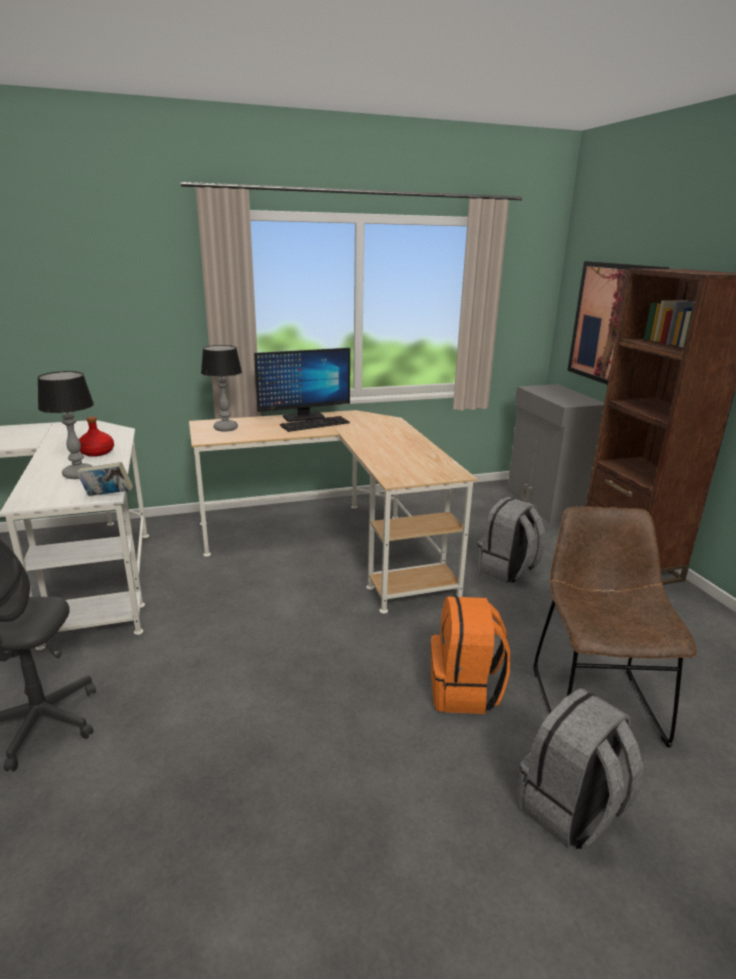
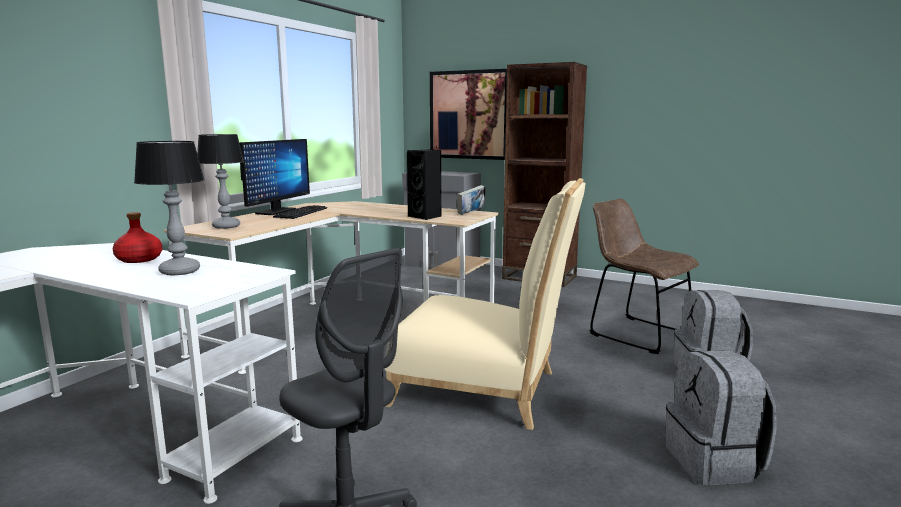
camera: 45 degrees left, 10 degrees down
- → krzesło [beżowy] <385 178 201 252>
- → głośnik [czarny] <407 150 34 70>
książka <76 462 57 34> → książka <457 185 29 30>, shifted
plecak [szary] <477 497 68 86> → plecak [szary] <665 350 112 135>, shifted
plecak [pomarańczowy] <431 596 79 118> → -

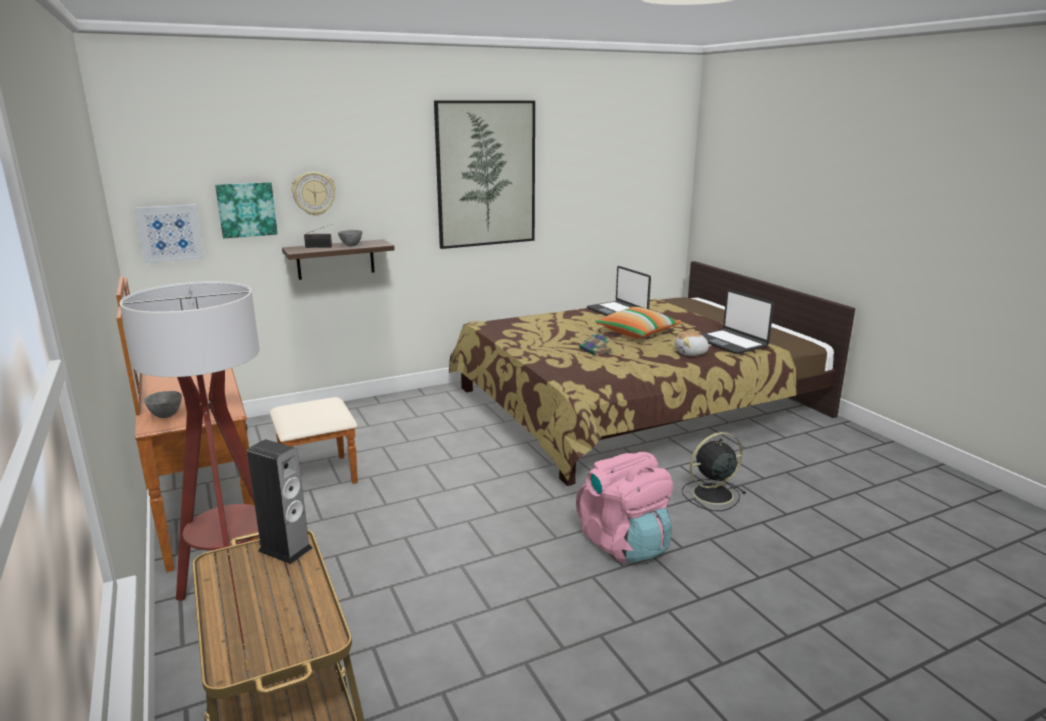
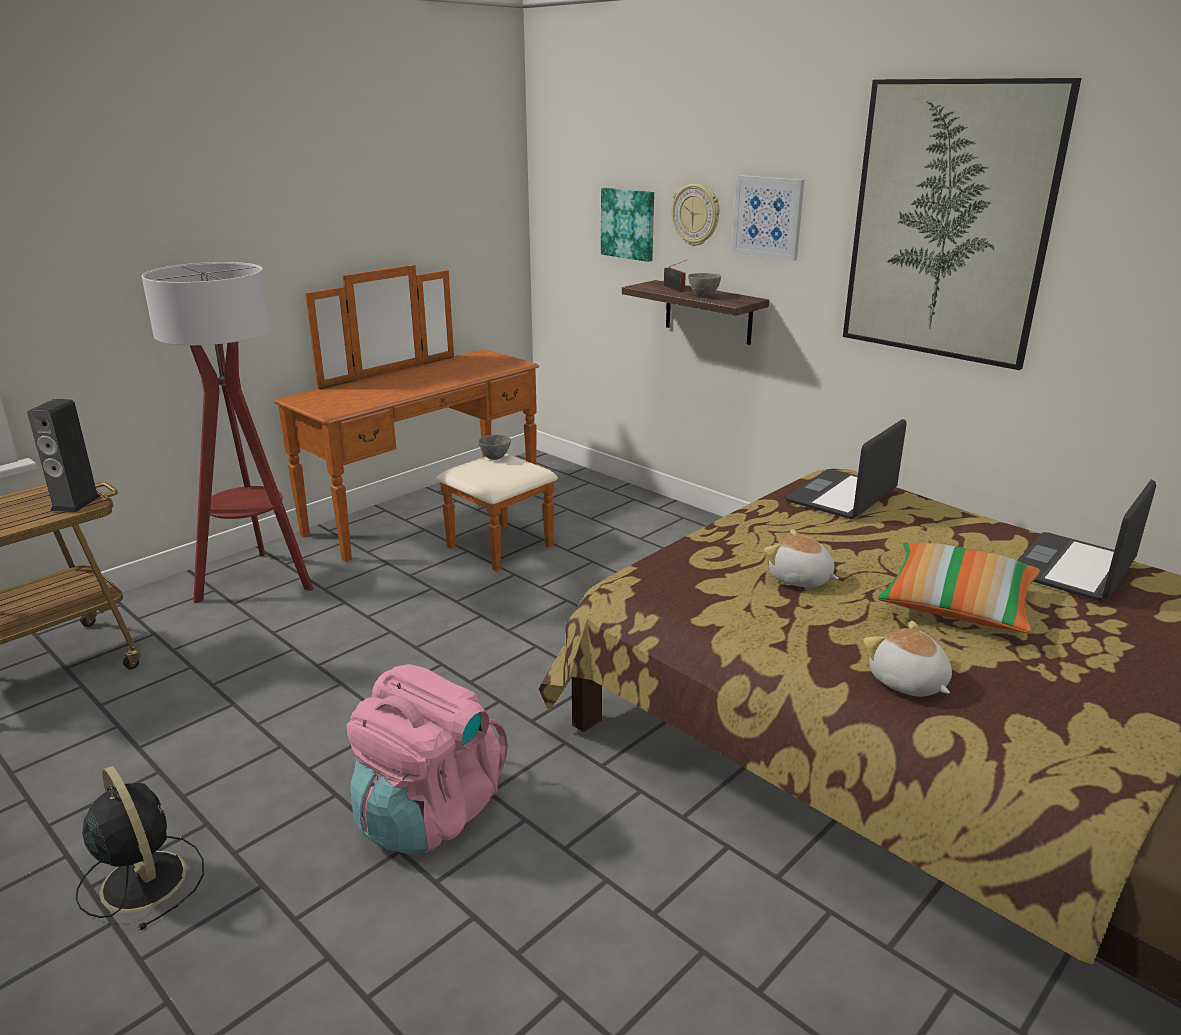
camera: 70 degrees right, 5 degrees up
wentylator [czarny] <682 432 64 79> → wentylator [czarny] <76 766 128 164>, shifted
miska [szary] <144 391 38 27> → miska [szary] <478 435 33 25>, shifted
obraz <135 204 69 60> → obraz <732 175 72 86>, shifted
książka <579 332 33 24> → pluszak <764 529 75 58>
laptop <701 290 73 64> → laptop <786 419 121 100>, shifted

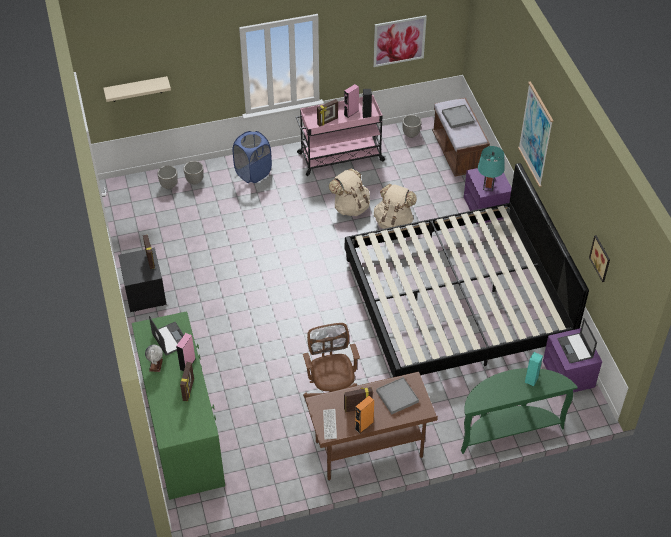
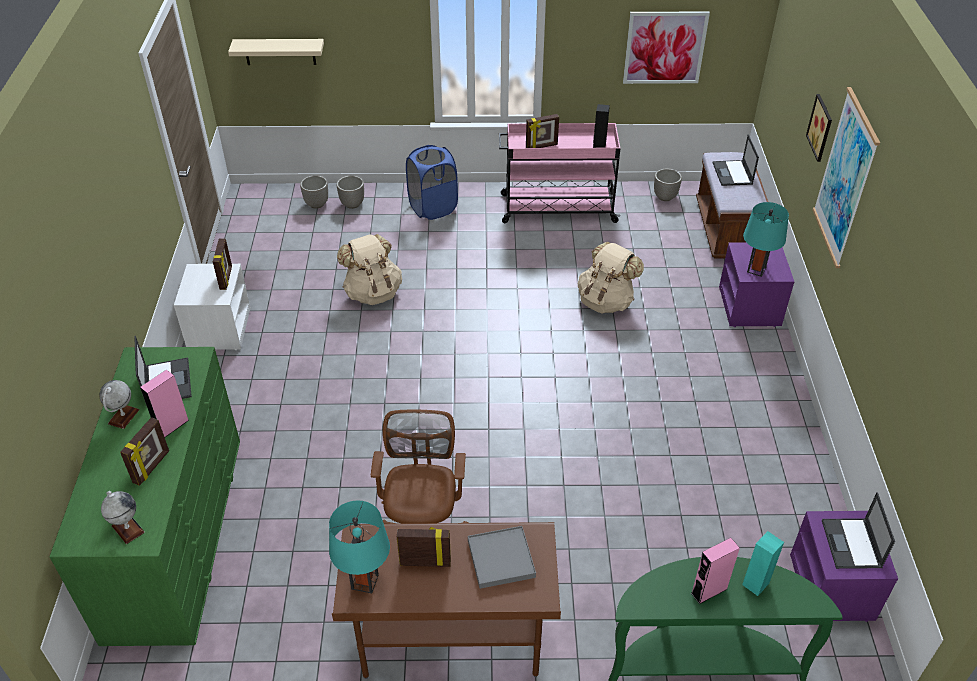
camera: 15 degrees right, 5 degrees down
- → globus <101 491 44 53>
szafka nocna [czarny] <118 248 49 64> → szafka nocna [biały] <174 264 77 86>
klawiatura <323 409 14 31> → lampa stołowa [turkusowy] <329 500 61 93>
plecak [beżowy] <329 169 41 47> → plecak [beżowy] <337 234 65 71>, shifted
głośnik [różowy] <344 84 15 34> → głośnik [różowy] <691 538 49 66>, shifted
taca [szary] <442 105 33 24> → laptop <713 134 46 52>
obraz <589 235 21 47> → obraz <806 94 26 68>, shifted
łóżko <345 163 244 214> → -
głośnik [pomarańczowy] <355 396 19 37> → -

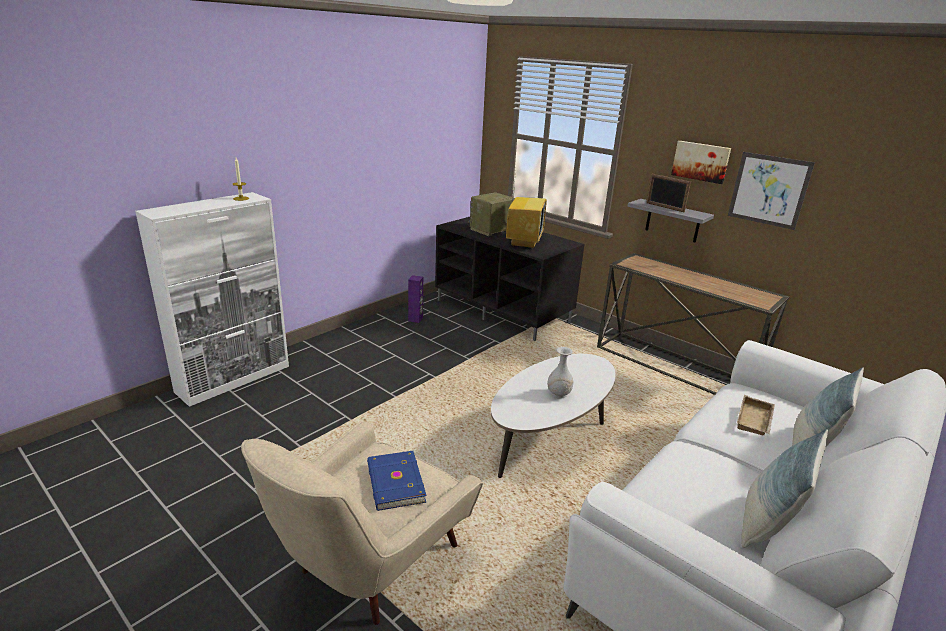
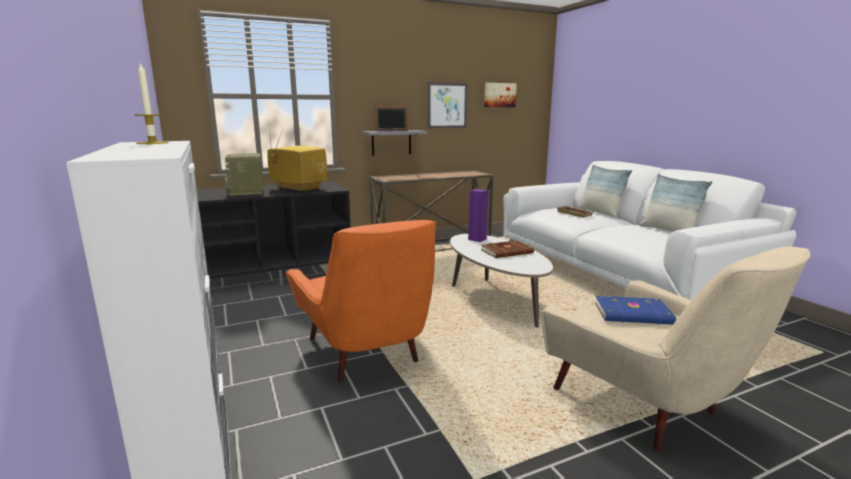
camera: 65 degrees left, 10 degrees down
- → fotel [pomarańczowy] <286 220 150 162>
głośnik [fioletowy] <408 275 15 48> → głośnik [fioletowy] <468 189 20 53>, shifted
wazon [biały] <547 347 27 52> → książka [brązowy] <481 240 53 18>
obraz <671 141 60 43> → obraz <484 83 33 24>, shifted

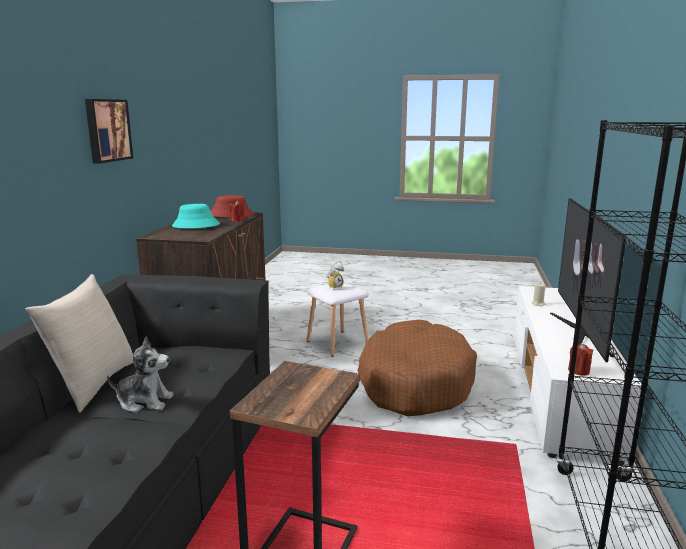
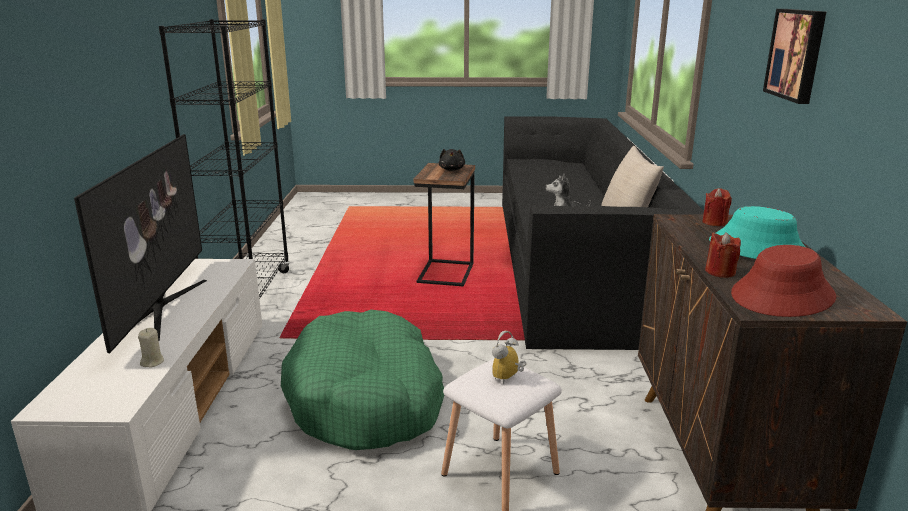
camera: 170 degrees right, 5 degrees up
legowisko [brązowy] <358 320 119 96> → legowisko [zielony] <281 310 163 140>
- → pluszak [czarny] <439 149 26 22>
świeca [czerwony] <568 344 26 32> → świeca [czerwony] <702 188 30 38>, shifted

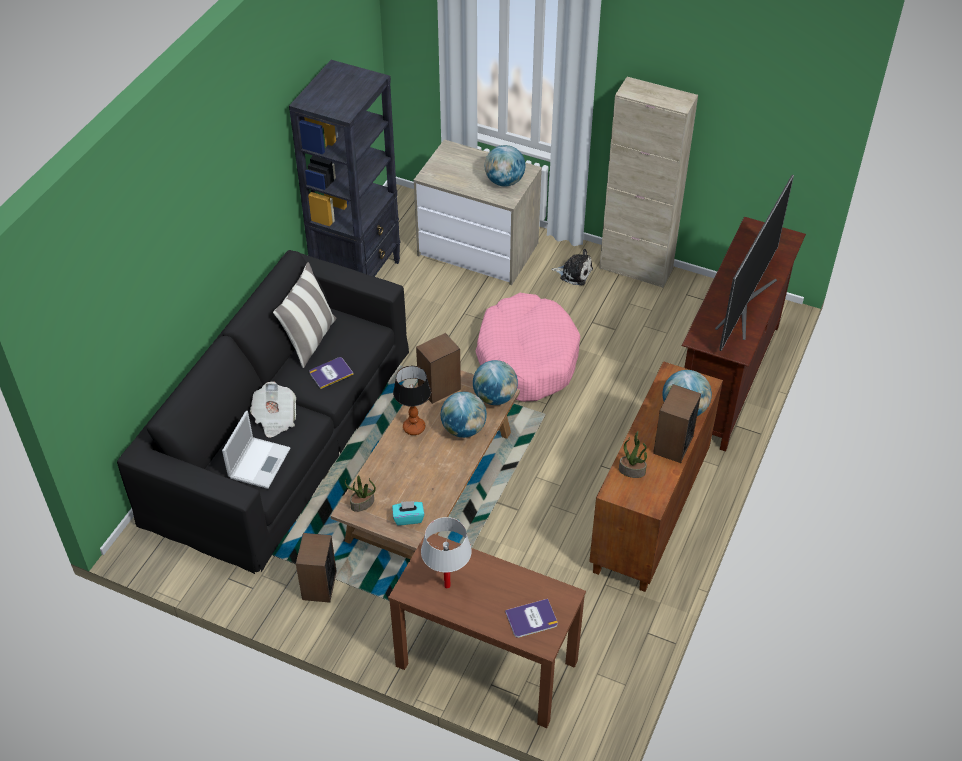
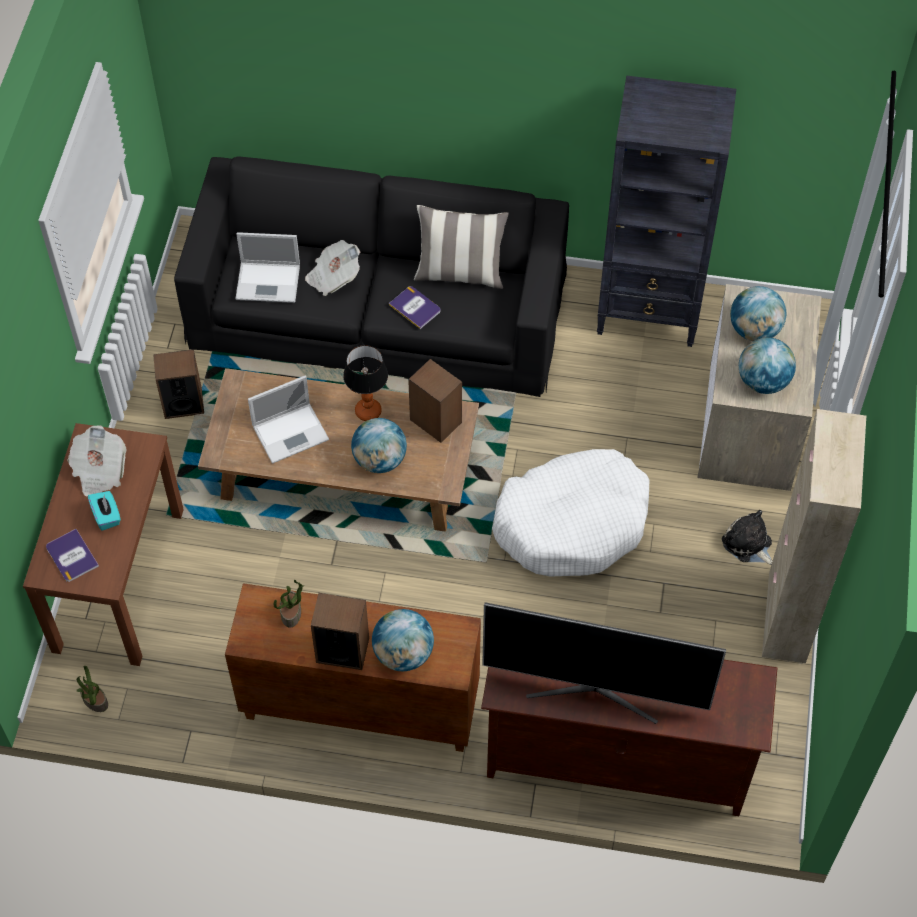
camera: 75 degrees right, 10 degrees up
lampa stołowa [biały] <421 517 51 72> → gazeta <68 425 58 72>
roślina doniczkowa <345 475 31 37> → roślina doniczkowa <76 666 32 46>, shifted
pudełko chusteczek [turkusowy] <392 501 32 24> → pudełko chusteczek [turkusowy] <88 491 33 40>, shifted
- → laptop <248 375 81 89>
legowisko [różowy] <476 293 104 109> → legowisko [biały] <492 449 157 128>
pluszak <551 249 42 36> → pluszak <722 510 51 55>, 135 degrees clockwise
globus <473 360 45 45> → globus <730 286 56 55>, shifted

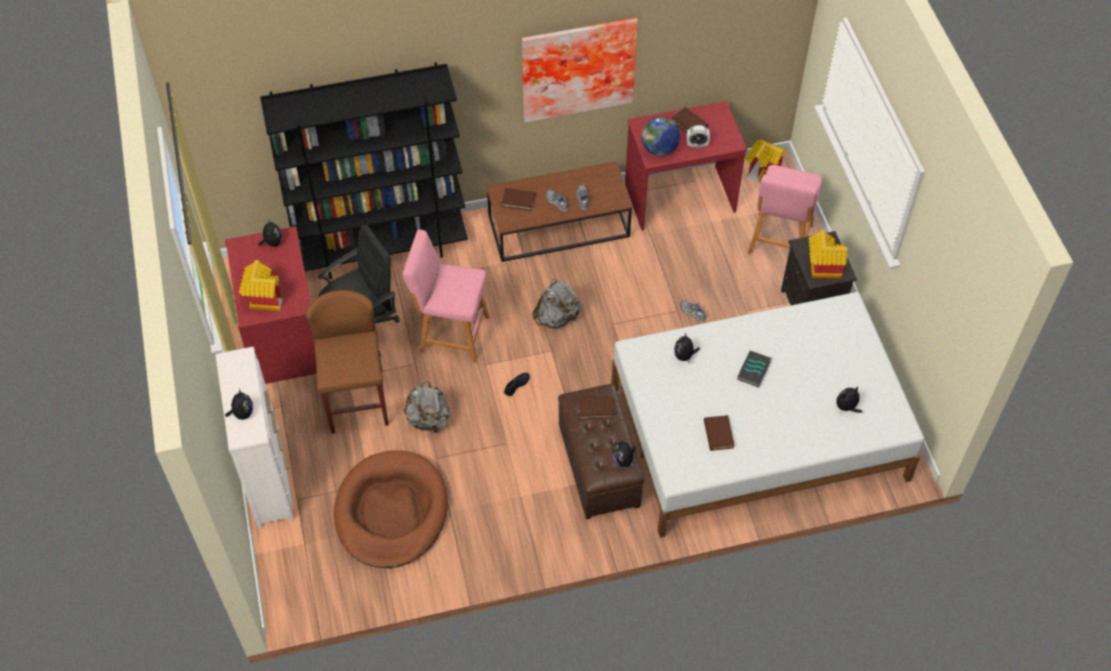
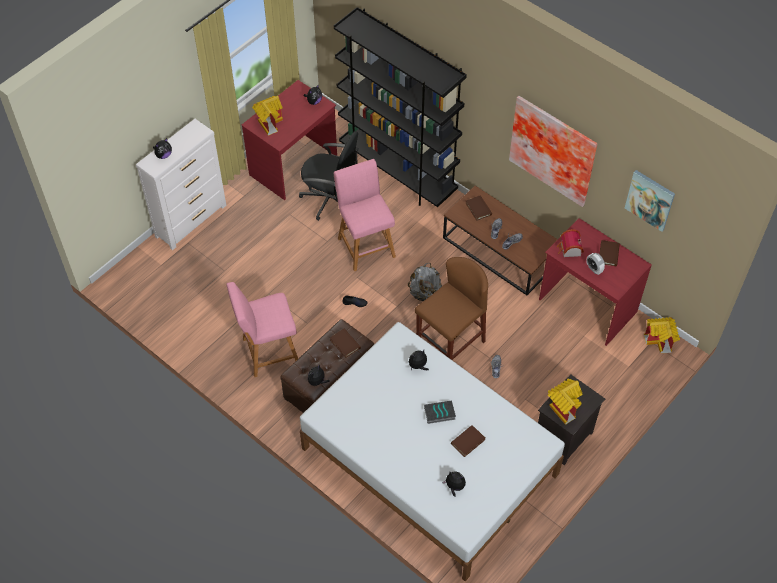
camera: 55 degrees right, 0 degrees up
stołek [różowy] <747 165 75 89> → stołek [różowy] <226 282 72 95>, shifted
stołek [brązowy] <306 290 83 144> → stołek [brązowy] <415 257 73 103>, shifted
książka [brązowy] <704 415 31 36> → książka [brązowy] <451 425 34 32>, shifted
globus <642 117 38 39> → domek <557 229 27 28>
- → obraz <625 170 50 62>
legowisko [brązowy] <334 450 114 118> → -
plecak [szary] <404 381 46 54> → -

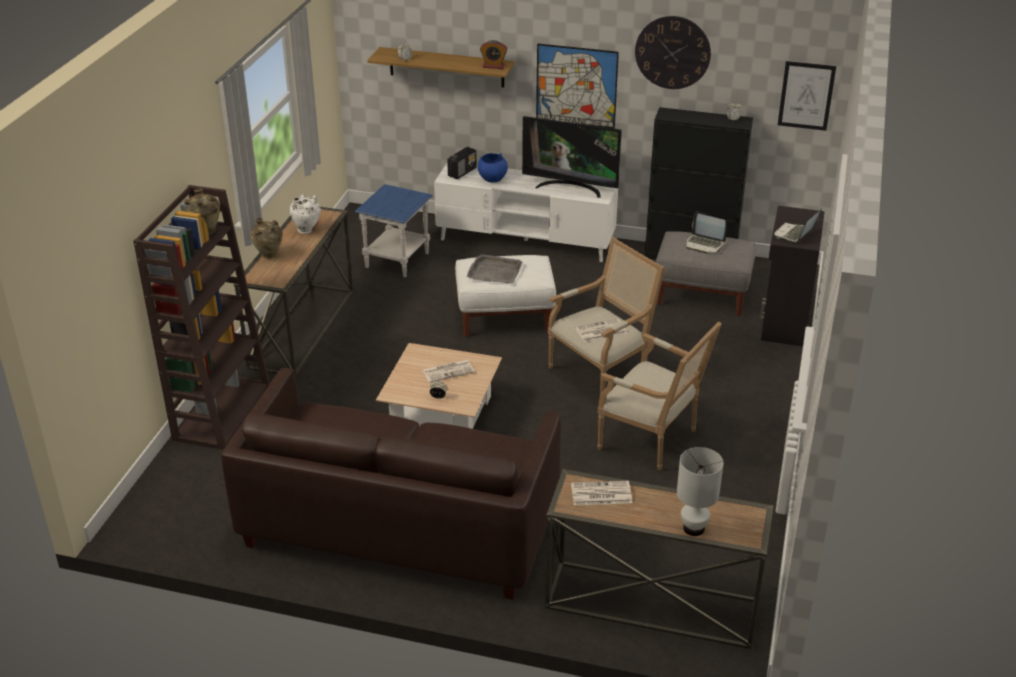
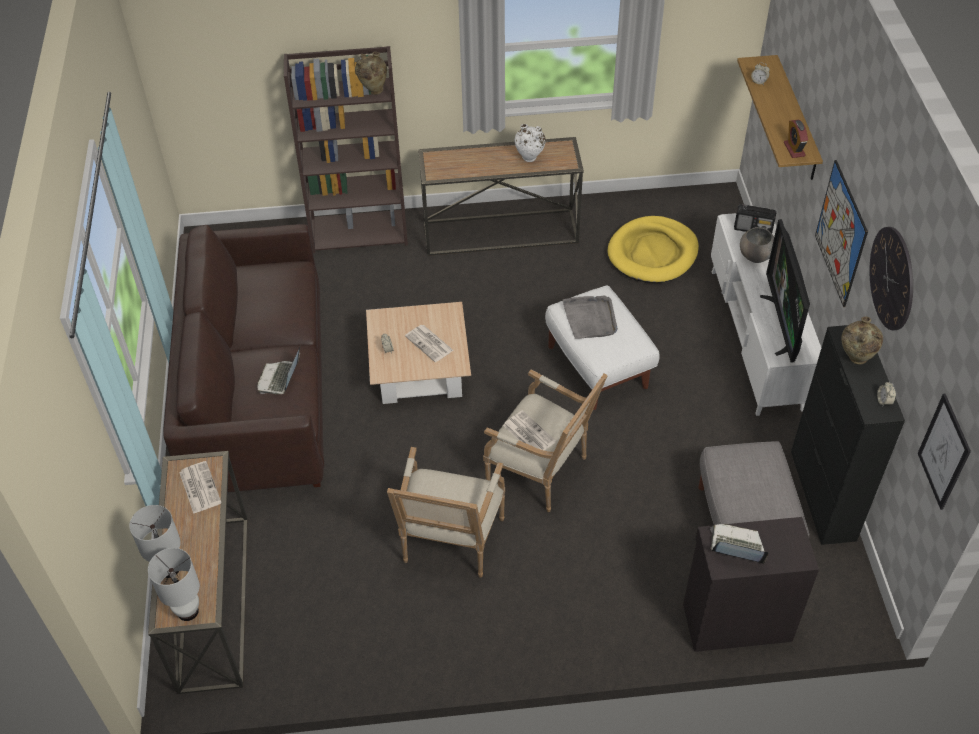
camera: 70 degrees right, 15 degrees up
- → lampa stołowa [biały] <148 548 52 73>
laptop <686 211 40 42> → laptop <257 347 43 47>, shifted
stolik [niebieski] <354 184 79 93> → legowisko [żółty] <608 216 91 67>
miska [niebieski] <478 153 30 30> → miska [szary] <740 227 34 36>
wazon [beżowy] <250 218 33 41> → wazon [beżowy] <841 316 42 48>, shifted

